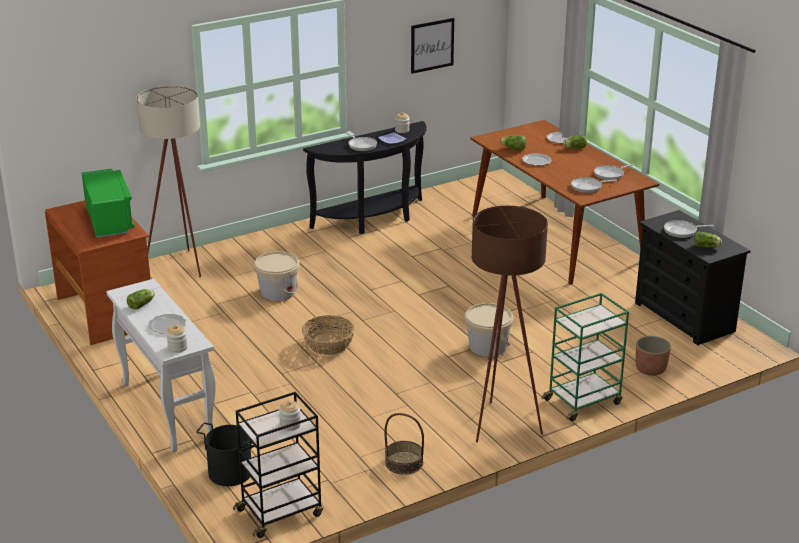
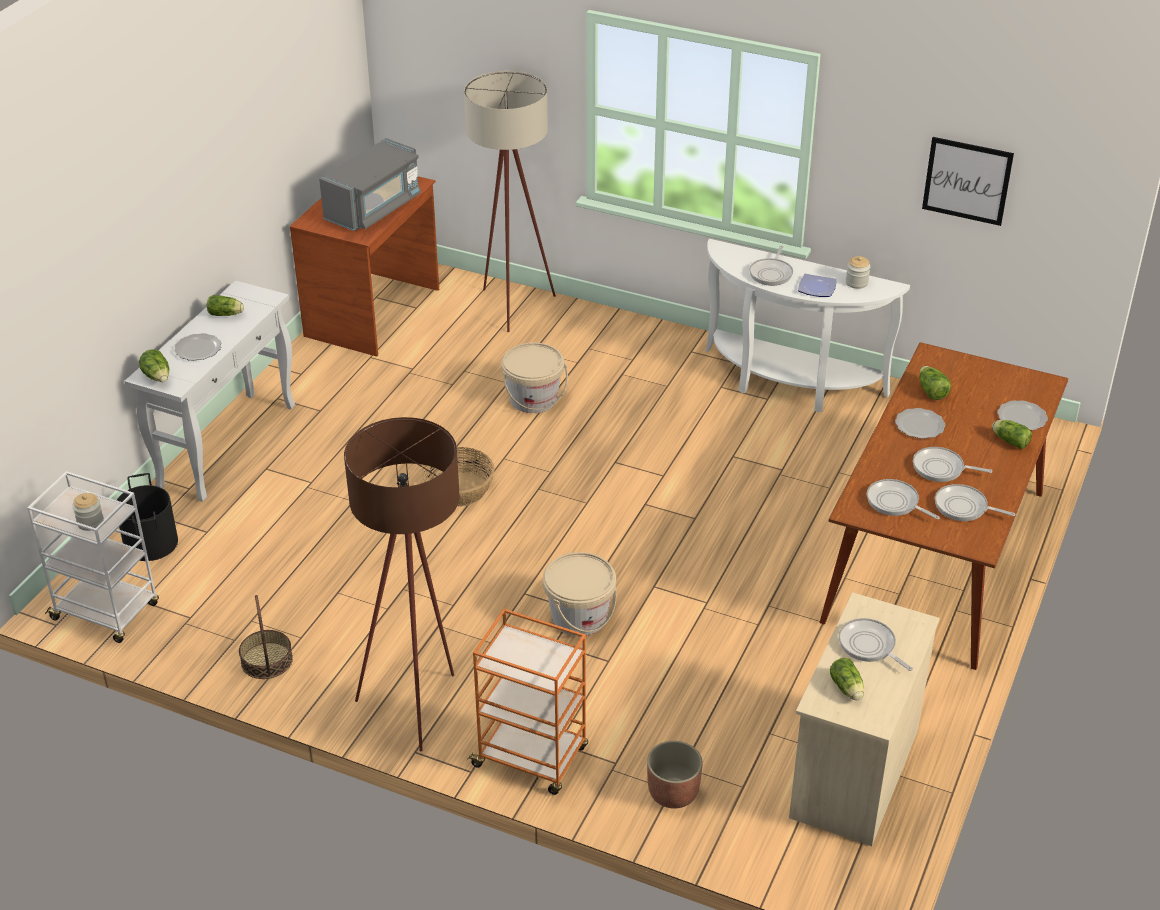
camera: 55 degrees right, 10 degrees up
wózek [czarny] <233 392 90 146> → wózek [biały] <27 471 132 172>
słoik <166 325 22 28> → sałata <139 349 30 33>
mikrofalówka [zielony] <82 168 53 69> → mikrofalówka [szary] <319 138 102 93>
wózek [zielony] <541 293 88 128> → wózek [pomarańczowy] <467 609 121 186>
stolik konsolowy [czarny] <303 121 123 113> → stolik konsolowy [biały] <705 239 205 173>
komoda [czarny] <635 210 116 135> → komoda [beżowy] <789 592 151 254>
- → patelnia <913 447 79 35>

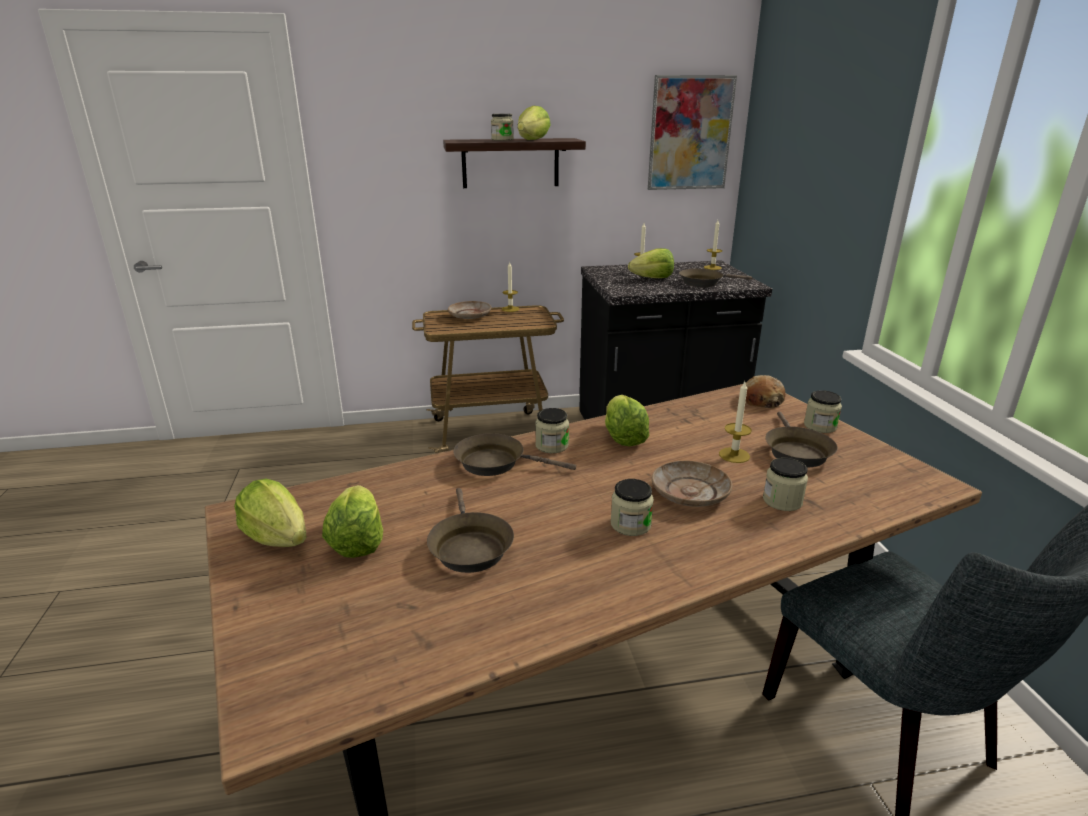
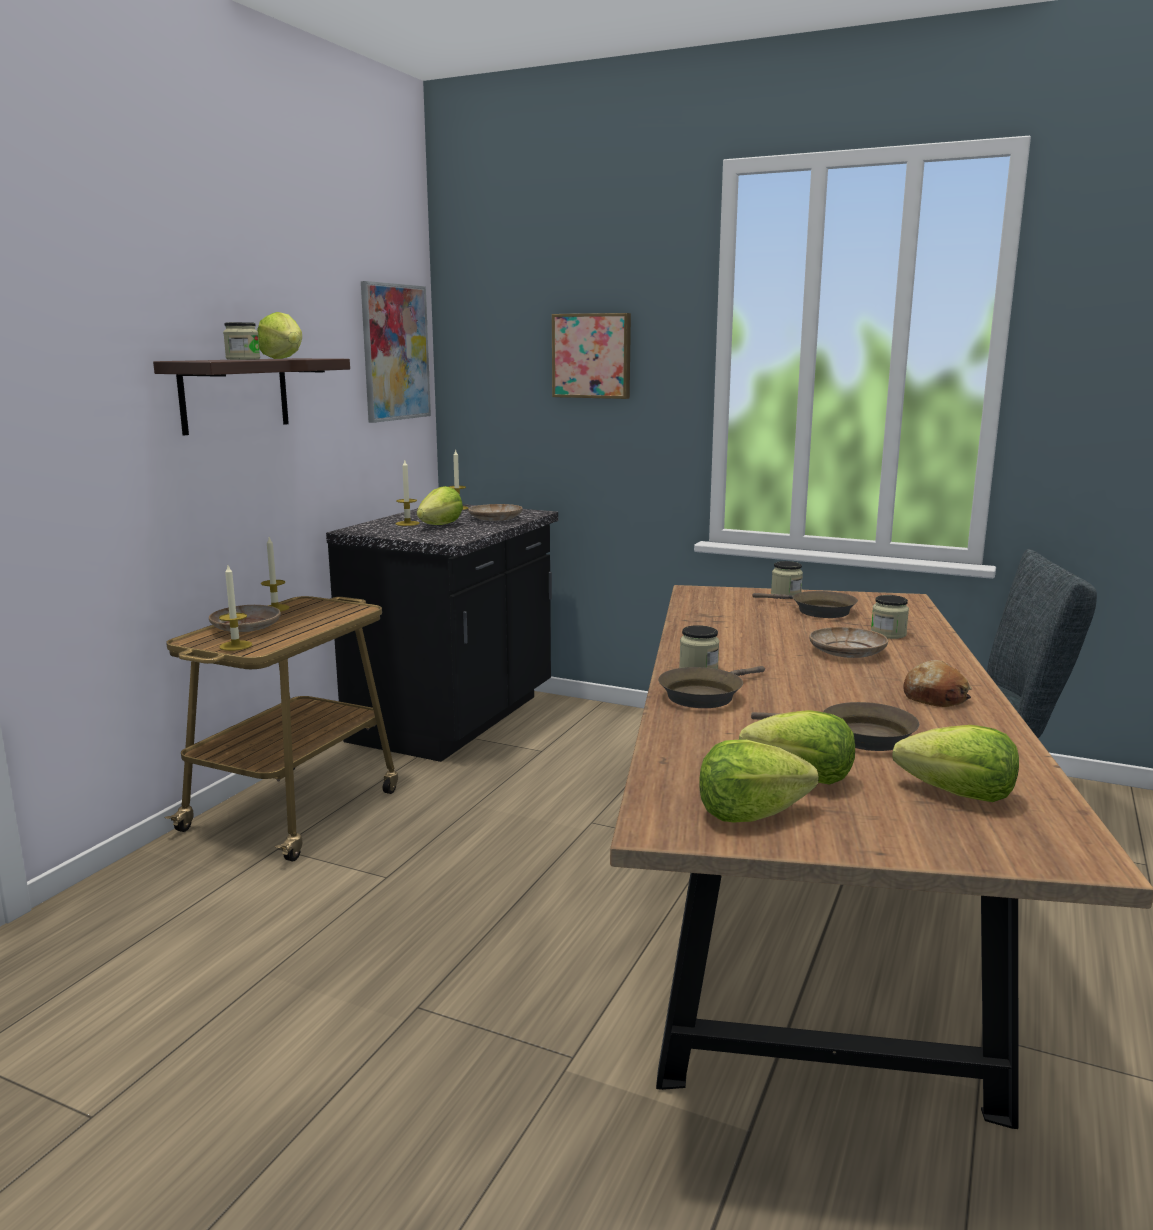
camera: 55 degrees left, 10 degrees down
świeca <719 382 33 81> → świeca <219 565 33 86>, shifted
patelnia [brązowy] <679 269 73 18> → talerz [beżowy] <468 504 55 17>
- → obraz <552 313 79 86>
sałata <605 395 45 51> → sałata <892 725 127 77>, shifted
chleb <746 375 39 33> → chleb <903 660 69 47>, shifted
słoik <611 479 43 57> → -

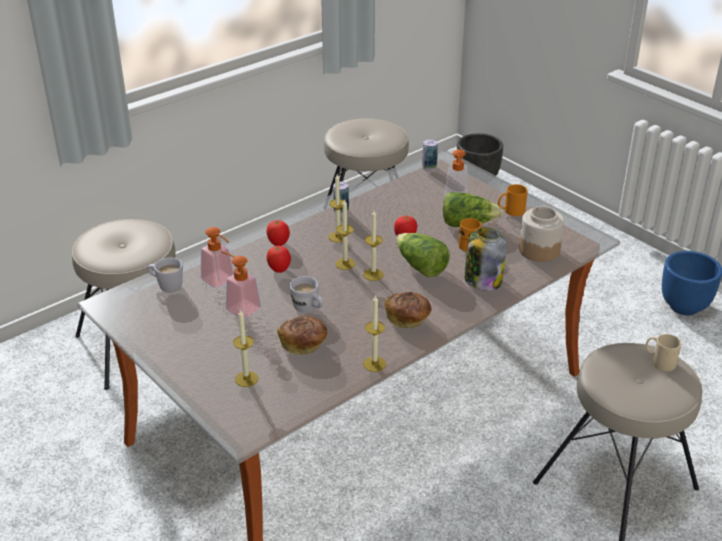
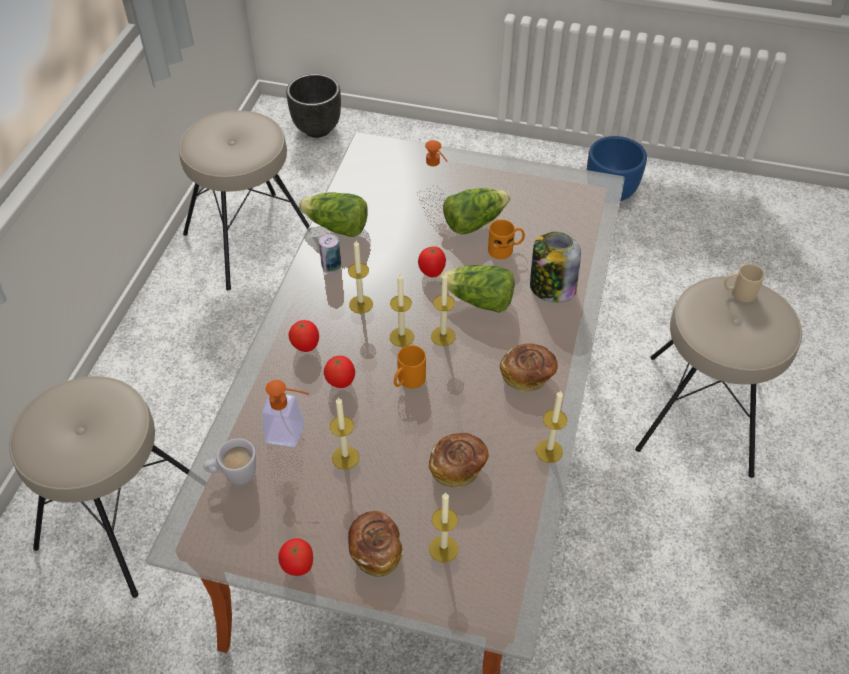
camera: 35 degrees left, 15 degrees up
- → pomidor <278 538 35 38>
- → sałata <299 192 69 45>
dozownik mydła <221 251 40 68> → świeca <330 397 29 73>
- → chleb <348 511 55 66>
kubek [pomarańczowy] <498 184 30 32> → kubek [pomarańczowy] <394 345 32 43>, shifted
kubek [biały] <289 276 35 36> → -
puszka <422 139 16 32> → -
słoik <519 206 45 56> → -

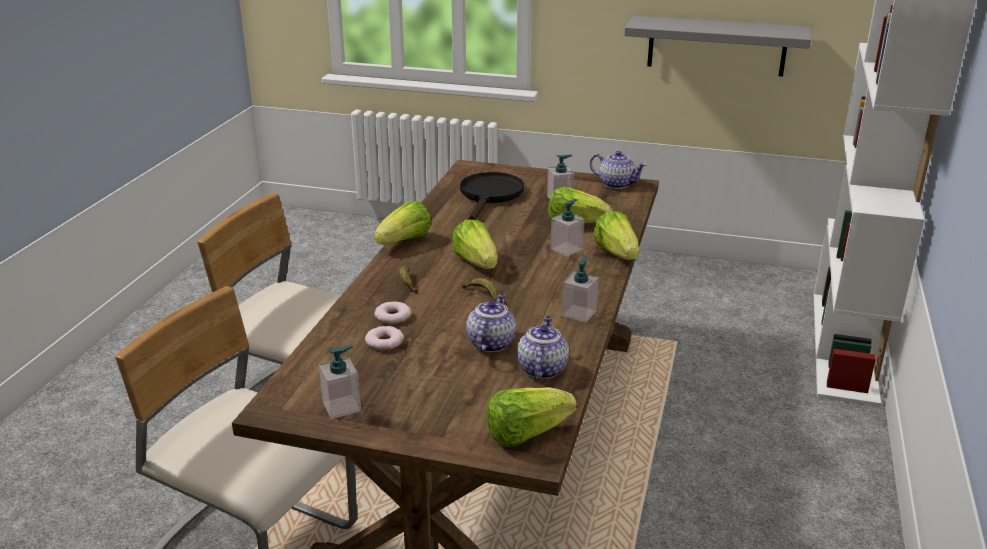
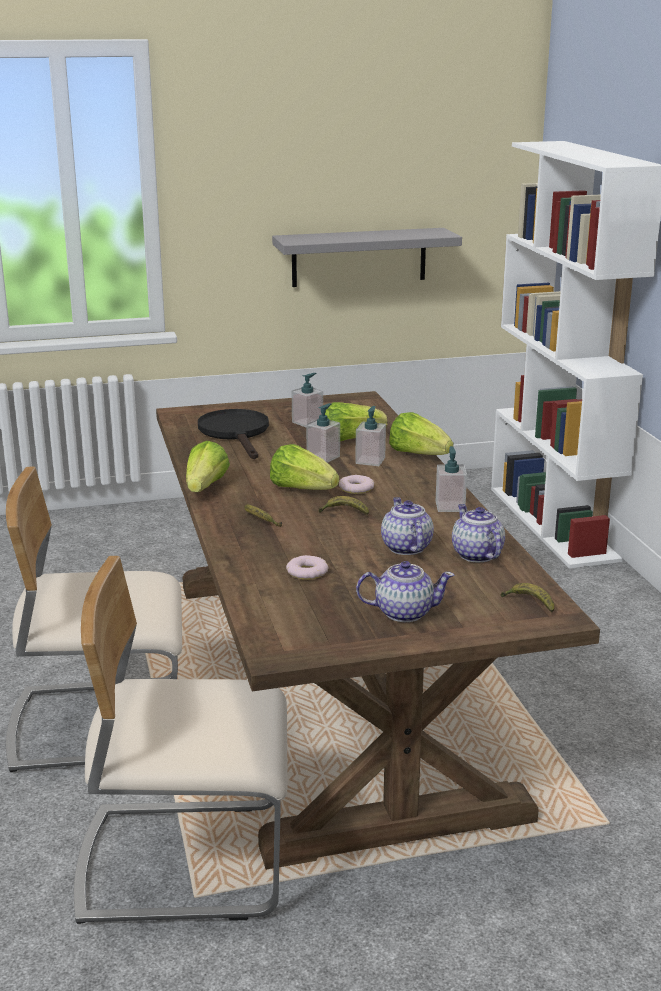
camera: 30 degrees left, 5 degrees down
dozownik mydła <319 345 42 74> → dozownik mydła <306 403 34 60>, shifted
donut <374 302 37 22> → donut <339 475 35 19>, shifted
imbryk <590 151 57 38> → imbryk <356 561 98 61>, shifted
sałata <487 387 90 60> → banan <501 583 53 30>

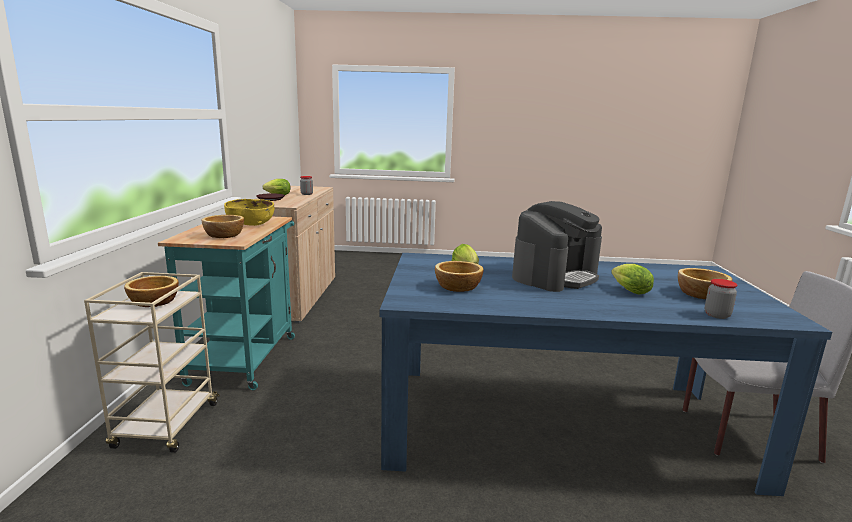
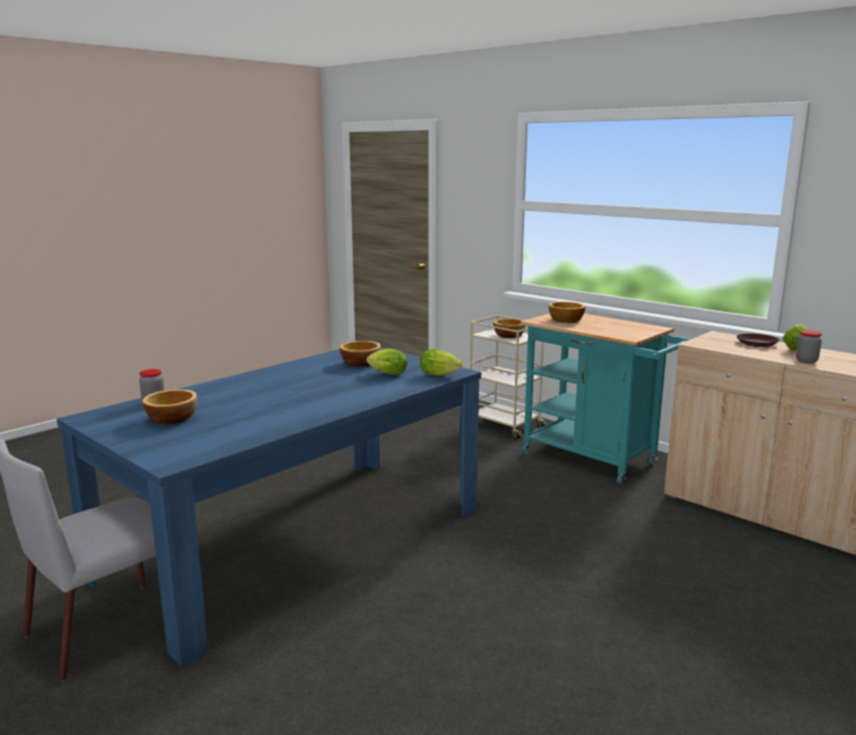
camera: 130 degrees right, 0 degrees up
sałata <611 264 43 31> → sałata <420 349 43 27>, shifted
miska [żółty] <224 199 50 27> → -
ekspres do kawy <512 201 90 91> → -

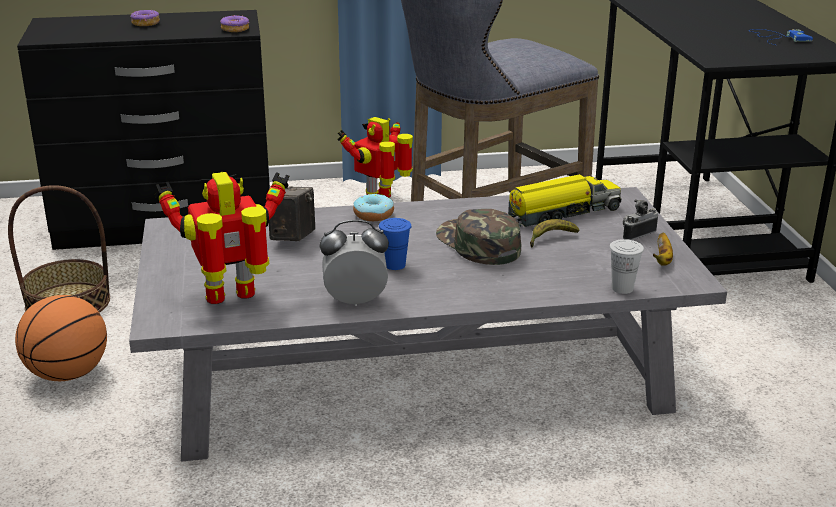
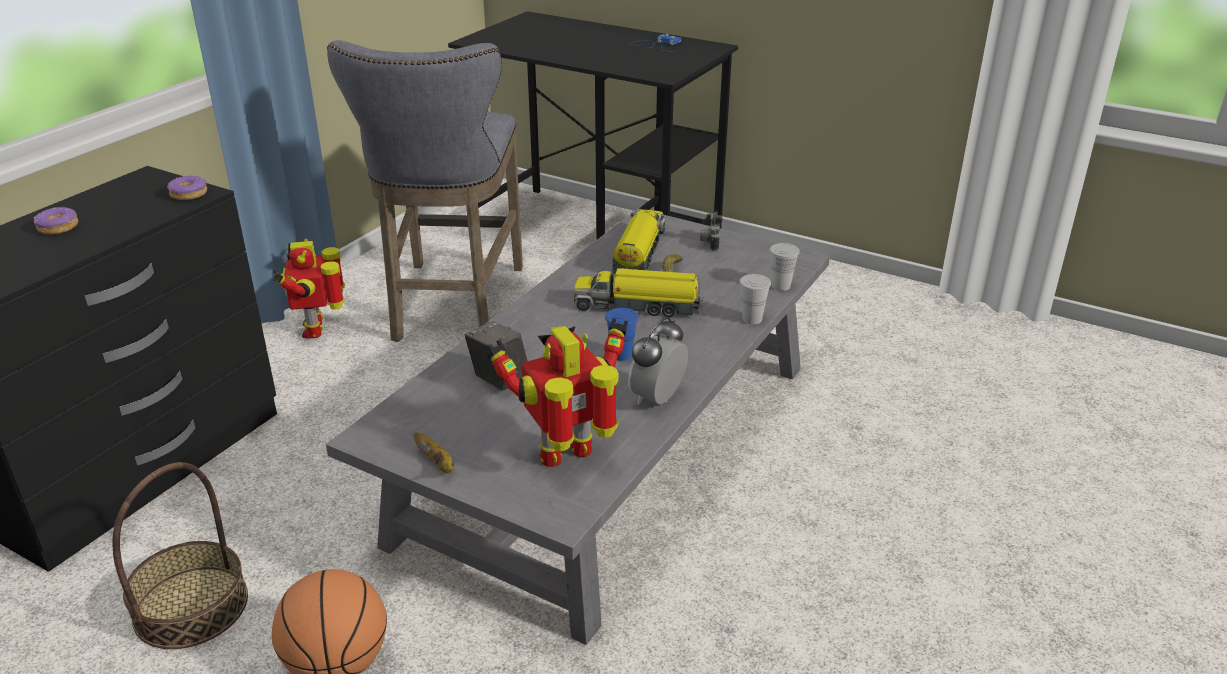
camera: 50 degrees left, 5 degrees up
banan <653 233 20 33> → banan <413 432 41 41>, shifted
robot zabawkowy <155 172 135 132> → robot zabawkowy <486 318 142 149>, 45 degrees clockwise
czapka z daszkiem [zielony] <436 209 85 56> → ciężarówka zabawkowa <574 268 129 49>
- → filiżanka [biały] <739 274 32 50>
donut <353 193 41 28> → -

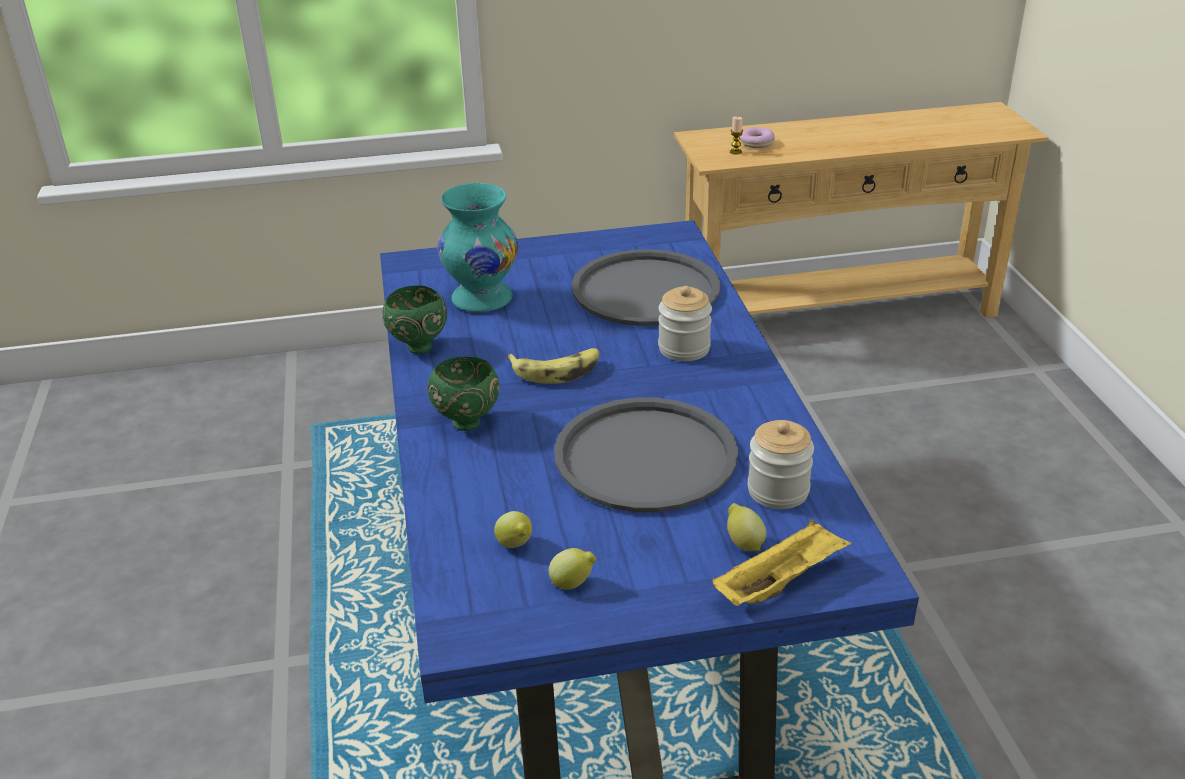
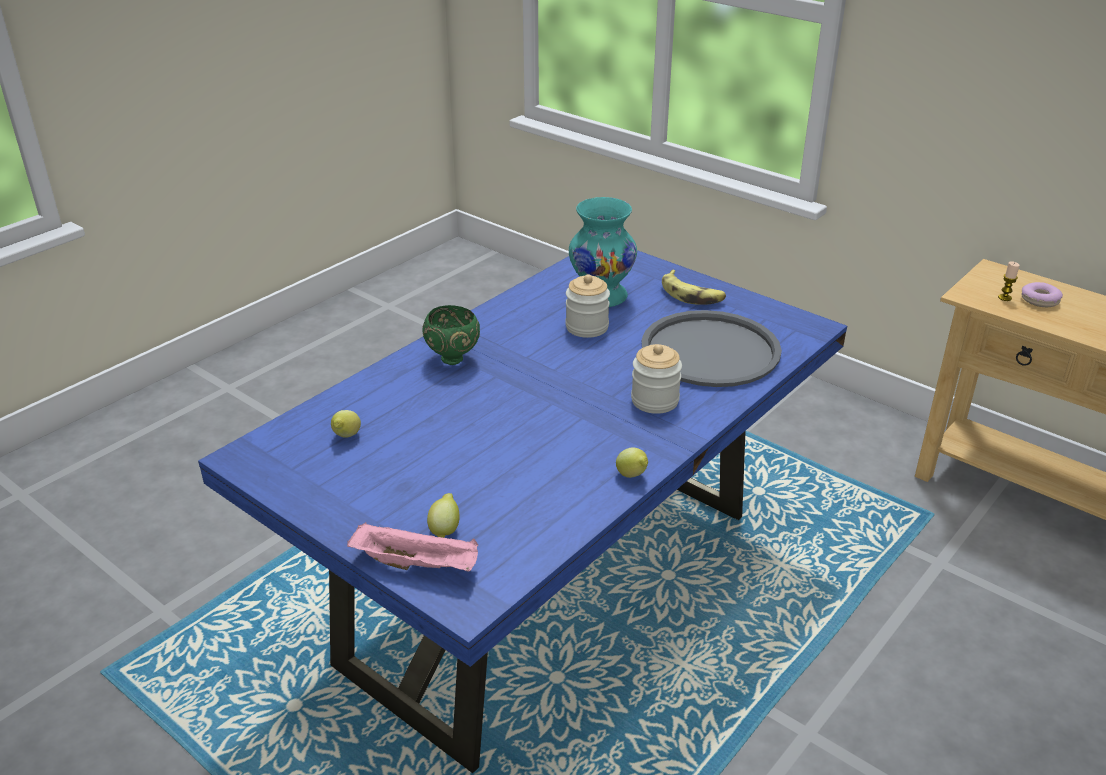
camera: 50 degrees right, 0 degrees up
taca [żółty] <712 519 139 87> → taca [różowy] <347 522 131 49>
słoik <747 420 67 89> → słoik <565 274 45 64>, shifted
cytryna <548 548 48 42> → cytryna <616 448 32 30>, shifted
banan <507 348 93 36> → banan <662 270 64 35>, shifted
miska [zielony] <382 286 65 68> → -
taca [szary] <554 398 184 114> → -

